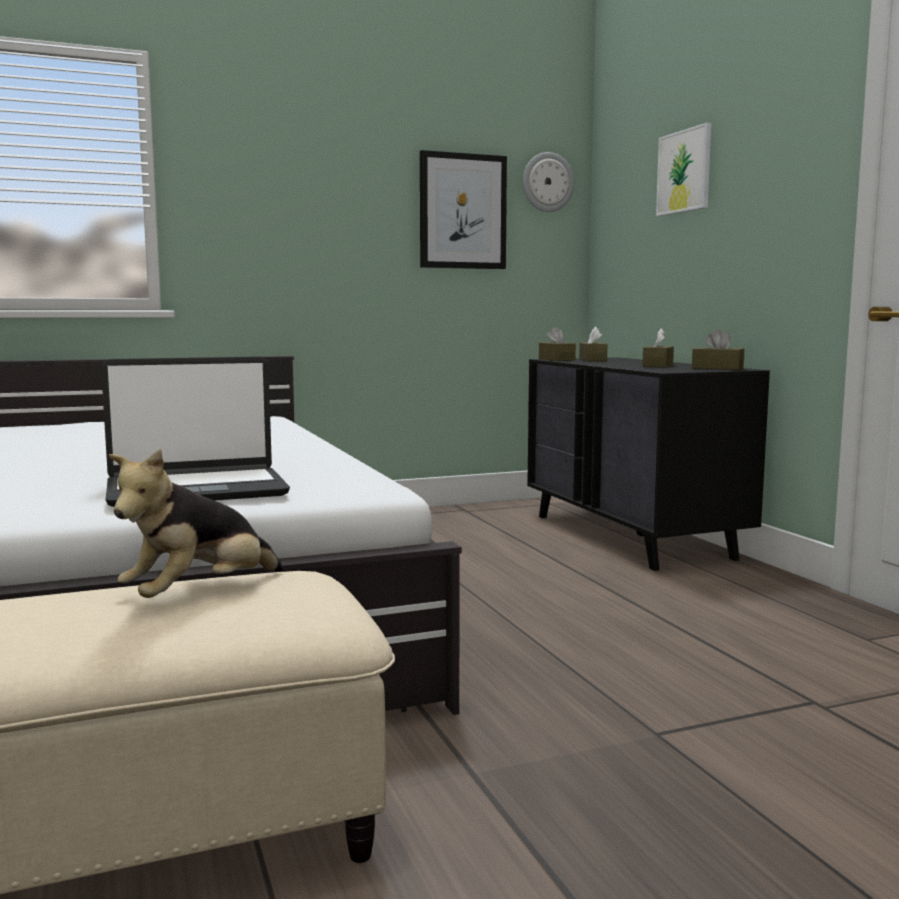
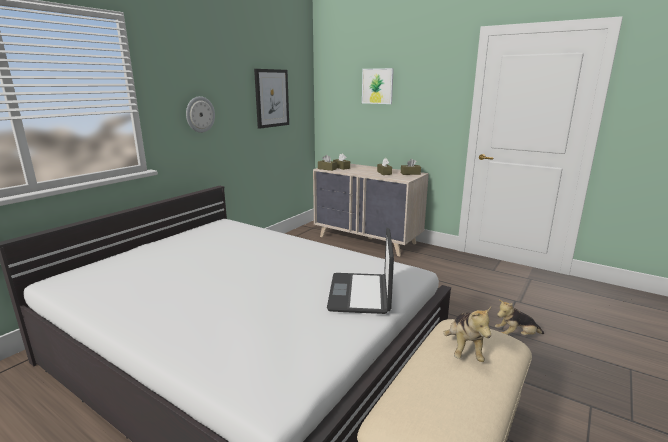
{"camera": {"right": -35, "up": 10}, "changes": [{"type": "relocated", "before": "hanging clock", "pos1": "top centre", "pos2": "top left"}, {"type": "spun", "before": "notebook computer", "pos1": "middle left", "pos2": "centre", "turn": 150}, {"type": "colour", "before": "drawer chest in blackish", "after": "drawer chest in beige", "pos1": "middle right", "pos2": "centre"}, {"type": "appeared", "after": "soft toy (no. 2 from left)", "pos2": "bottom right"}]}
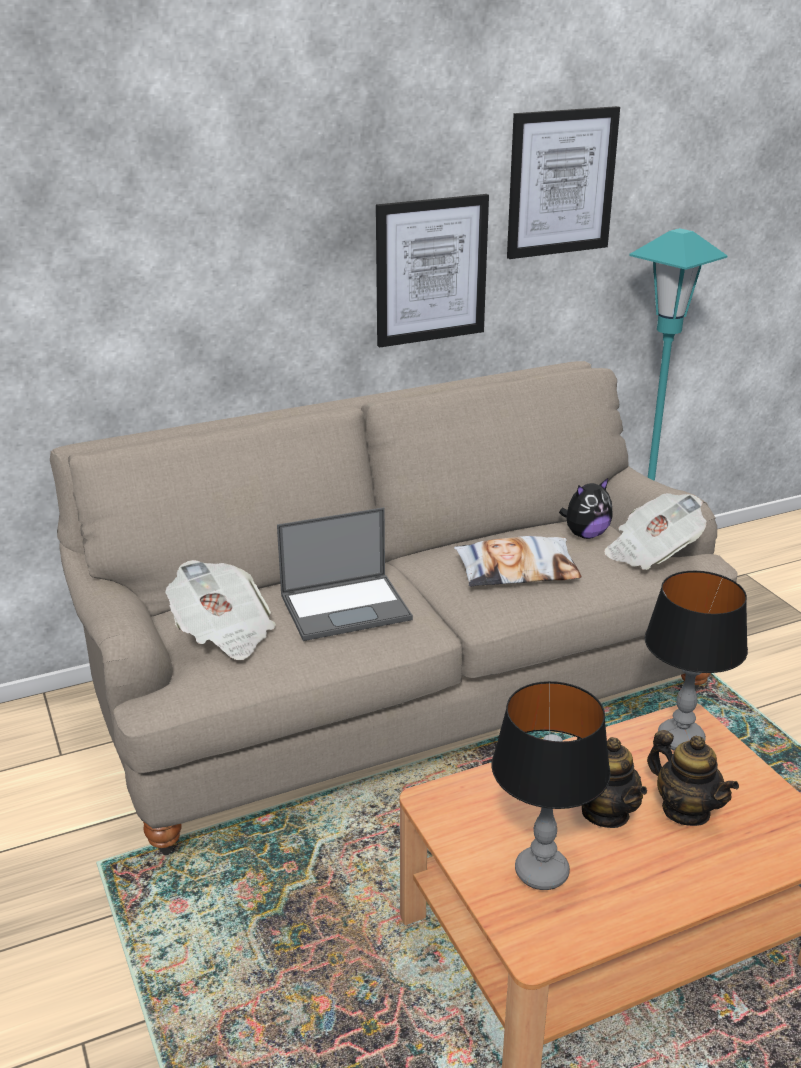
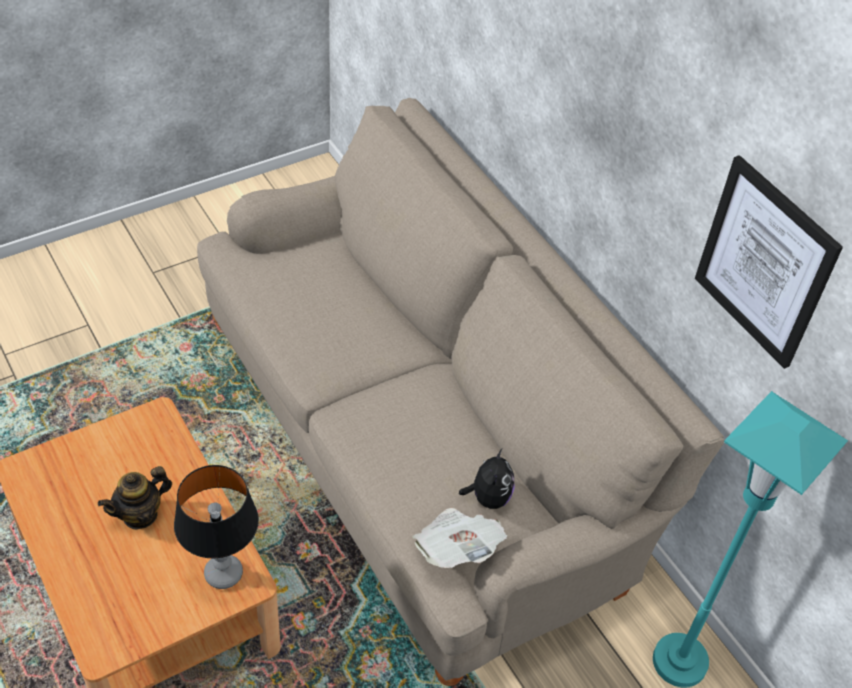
{"camera": {"right": 80, "up": 20}, "changes": [{"type": "missing", "before": "wall picture (no. 1 from left)", "pos1": "top centre"}, {"type": "spun", "before": "soft toy", "pos1": "middle right", "pos2": "bottom centre", "turn": -135}, {"type": "missing", "before": "notebook computer", "pos1": "centre"}, {"type": "missing", "before": "cushion", "pos1": "centre"}, {"type": "missing", "before": "daily paper (no. 1 from left)", "pos1": "middle left"}, {"type": "missing", "before": "tabletop lamp (no. 1 from left)", "pos1": "bottom right"}, {"type": "missing", "before": "pot for tea (no. 2 from left)", "pos1": "bottom right"}]}
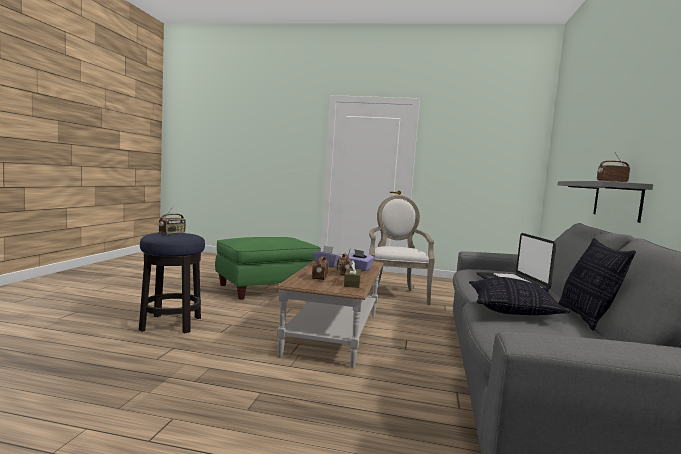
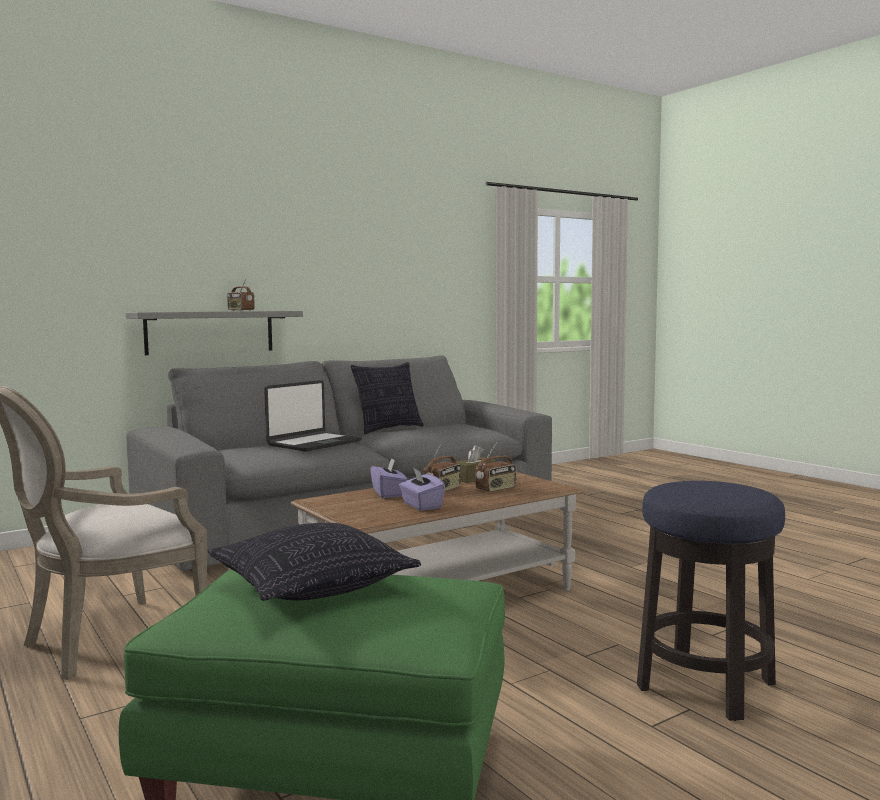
{"camera": {"right": -135, "up": 0}, "changes": [{"type": "missing", "before": "radio receiver (no. 1 from left)", "pos1": "middle left"}, {"type": "relocated", "before": "cushion (no. 1 from left)", "pos1": "middle right", "pos2": "bottom centre"}]}
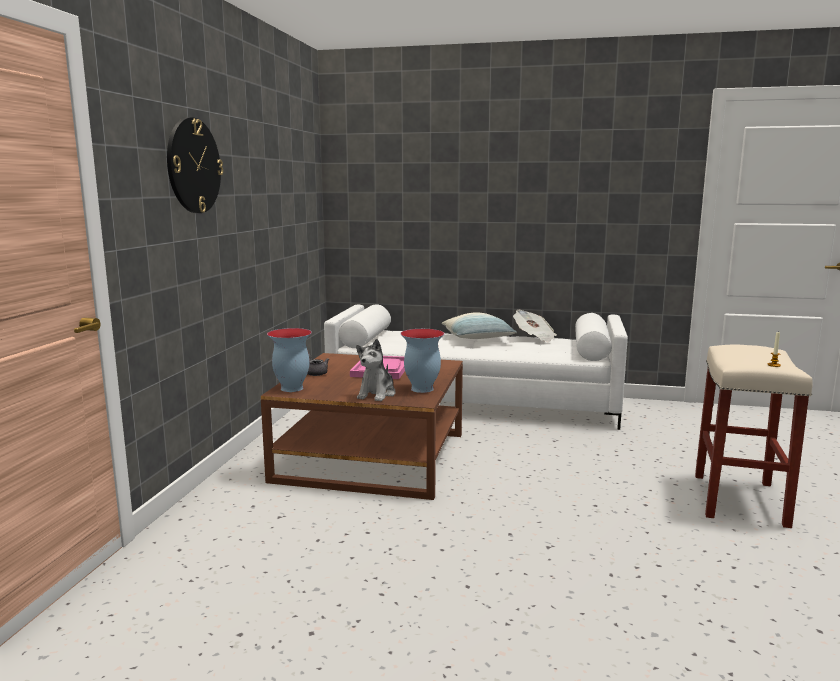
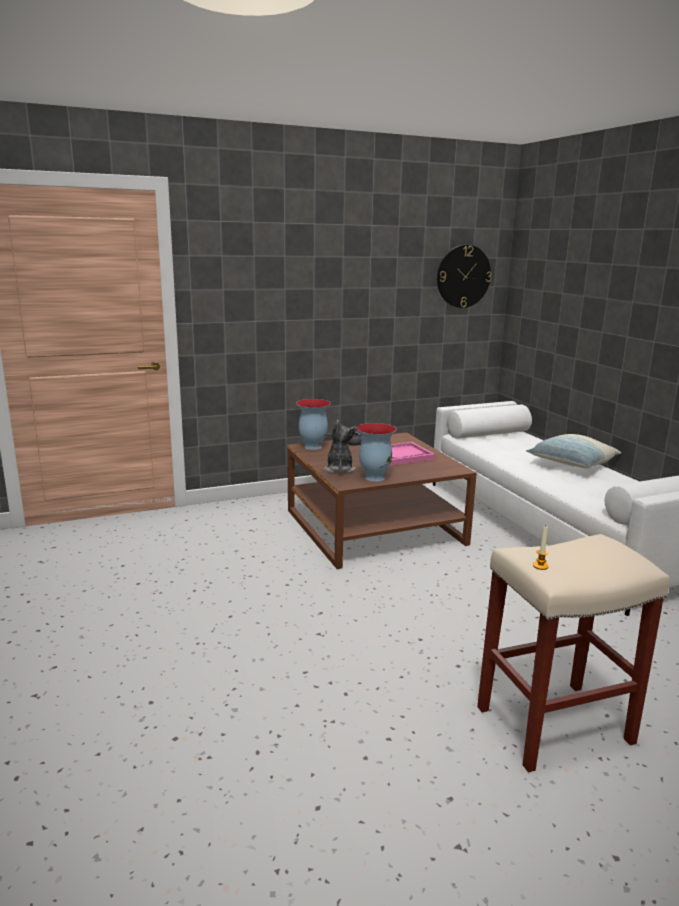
{"camera": {"right": 55, "up": 5}, "changes": [{"type": "relocated", "before": "hanging clock", "pos1": "top left", "pos2": "top right"}, {"type": "missing", "before": "daily paper", "pos1": "centre"}, {"type": "spun", "before": "soft toy", "pos1": "centre", "pos2": "centre", "turn": 105}]}
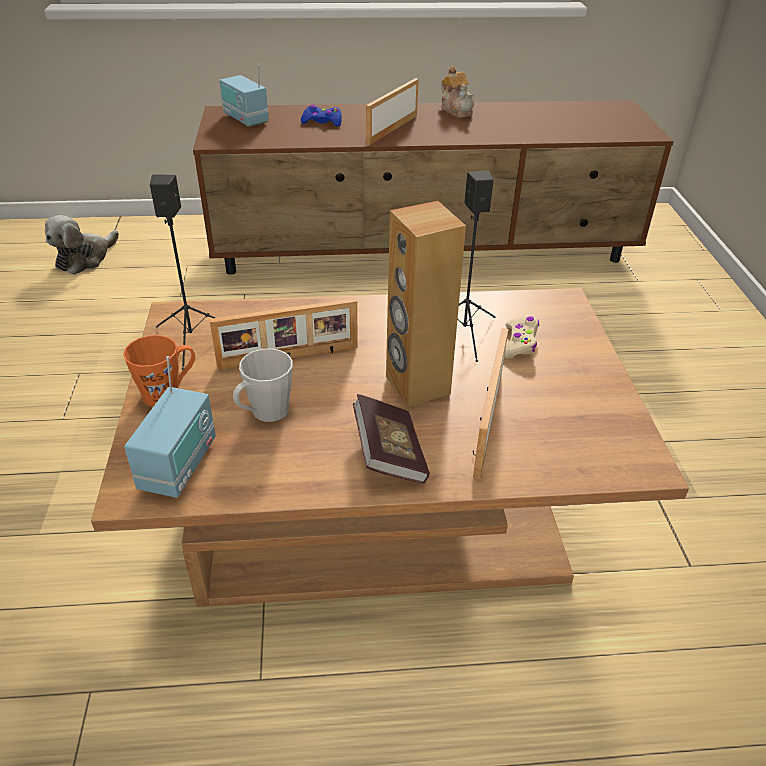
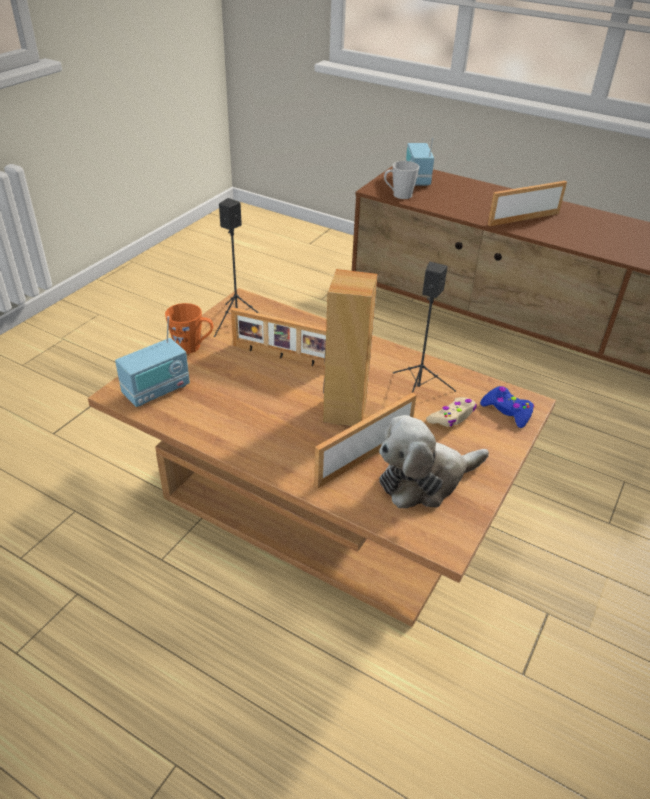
{"camera": {"right": 35, "up": 0}, "changes": [{"type": "missing", "before": "pot for tea", "pos1": "top centre"}, {"type": "relocated", "before": "game controller in blue", "pos1": "top centre", "pos2": "middle right"}, {"type": "relocated", "before": "soft toy", "pos1": "top left", "pos2": "middle right"}, {"type": "relocated", "before": "mug in gray", "pos1": "centre", "pos2": "top centre"}, {"type": "missing", "before": "volume", "pos1": "centre"}]}
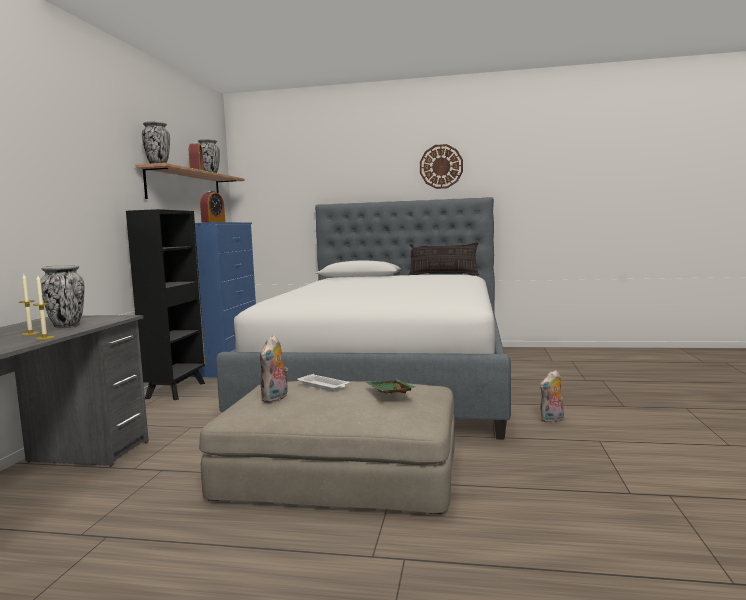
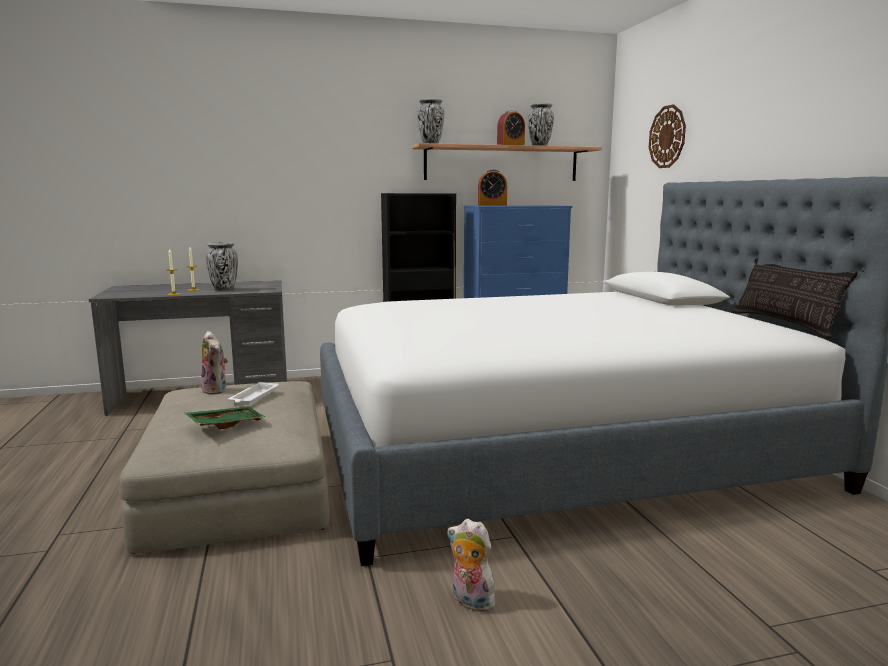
{"camera": {"right": 65, "up": 5}, "changes": [{"type": "relocated", "before": "hanging clock", "pos1": "top centre", "pos2": "top right"}, {"type": "spun", "before": "soft toy (no. 1 from left)", "pos1": "centre", "pos2": "middle left", "turn": -120}]}
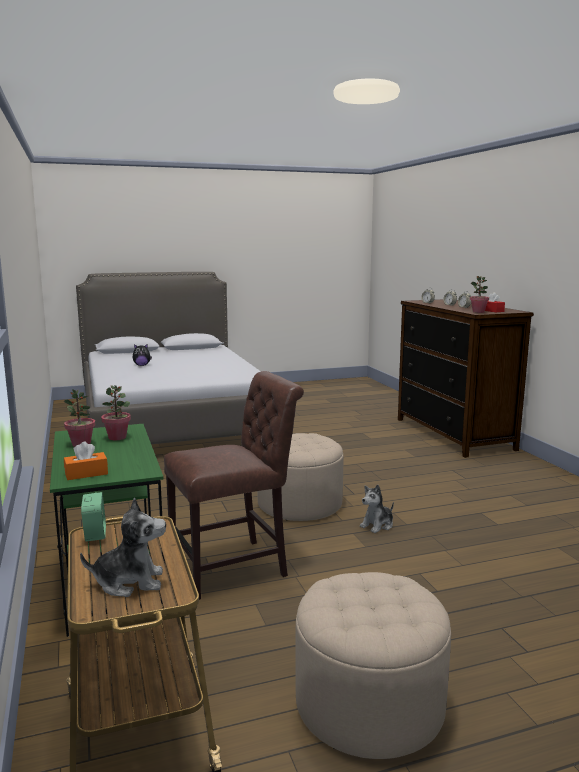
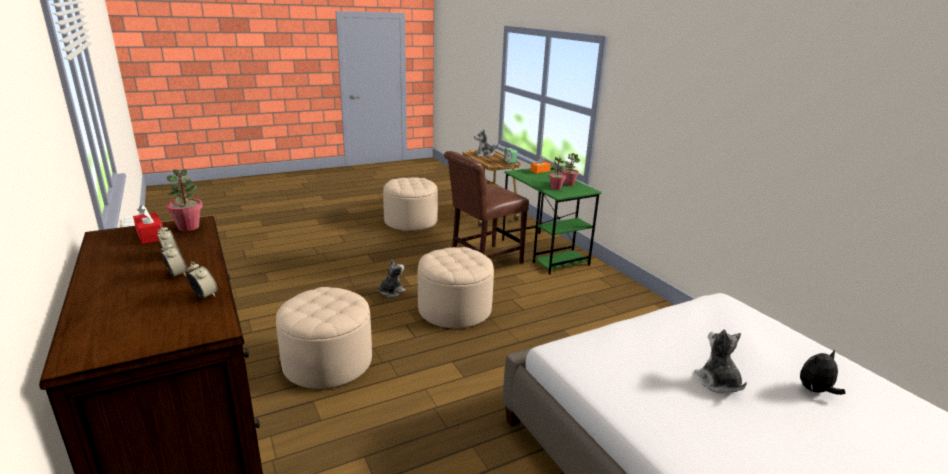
{"camera": {"right": 170, "up": 10}, "changes": [{"type": "appeared", "after": "pouffe in beige (no. 1 from left)", "pos2": "bottom centre"}, {"type": "appeared", "after": "soft toy (no. 3 from left)", "pos2": "bottom right"}]}
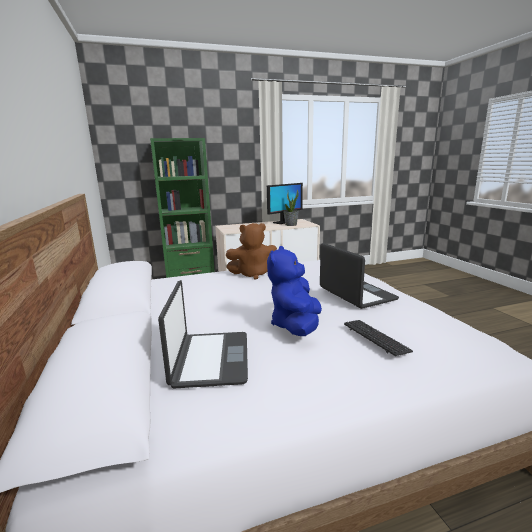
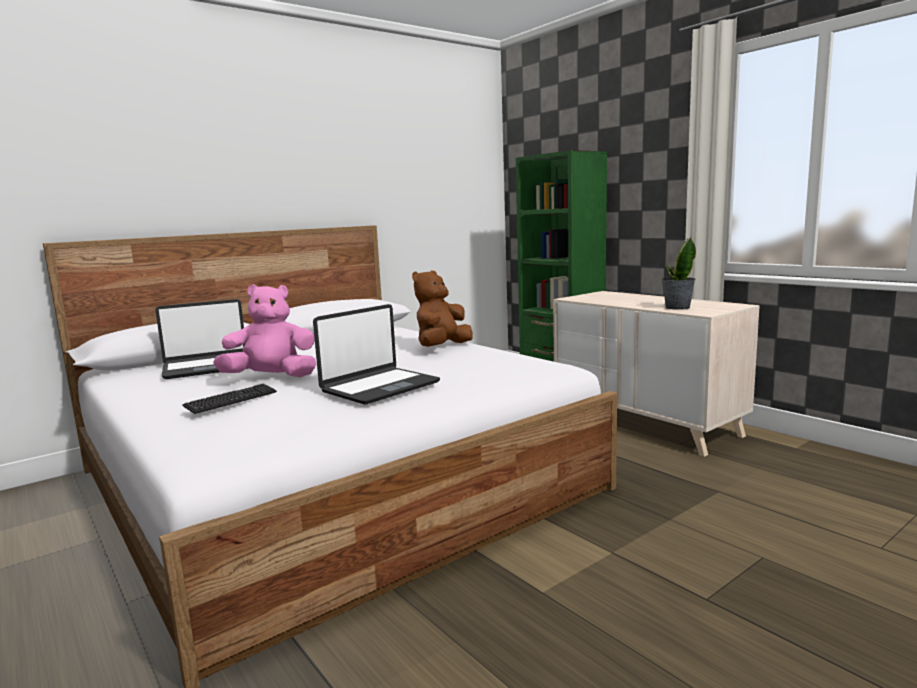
{"camera": {"right": 70, "up": -5}, "changes": [{"type": "missing", "before": "computer screen", "pos1": "centre"}, {"type": "spun", "before": "soft toy in brown", "pos1": "centre", "pos2": "centre", "turn": 60}, {"type": "colour", "before": "soft toy in blue", "after": "soft toy in pink", "pos1": "centre", "pos2": "middle left"}]}
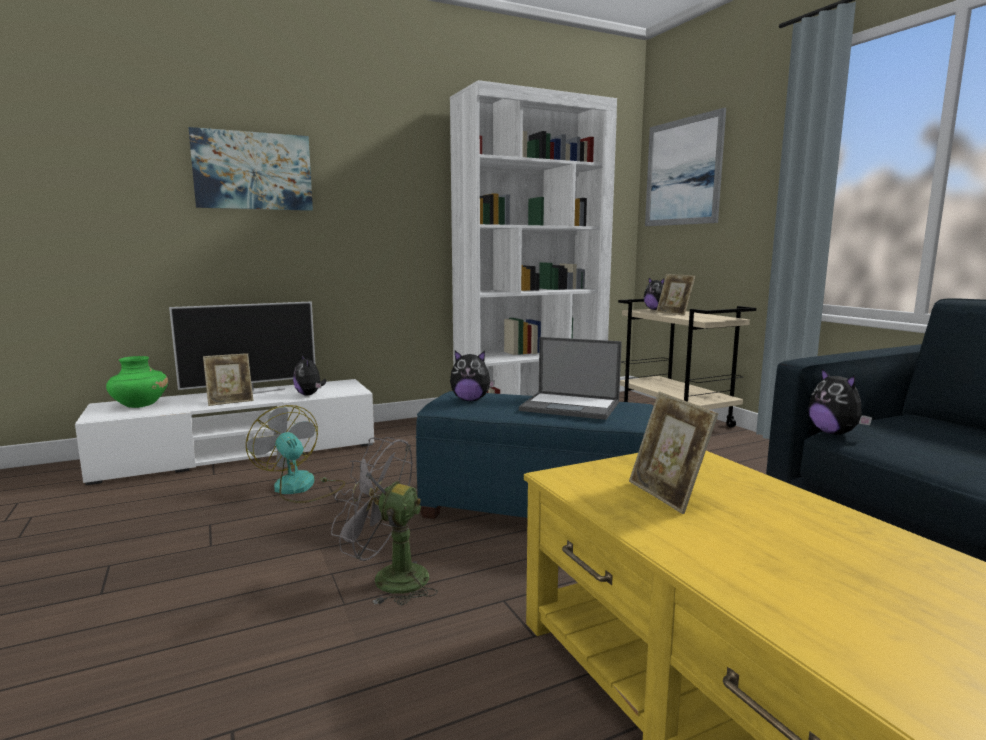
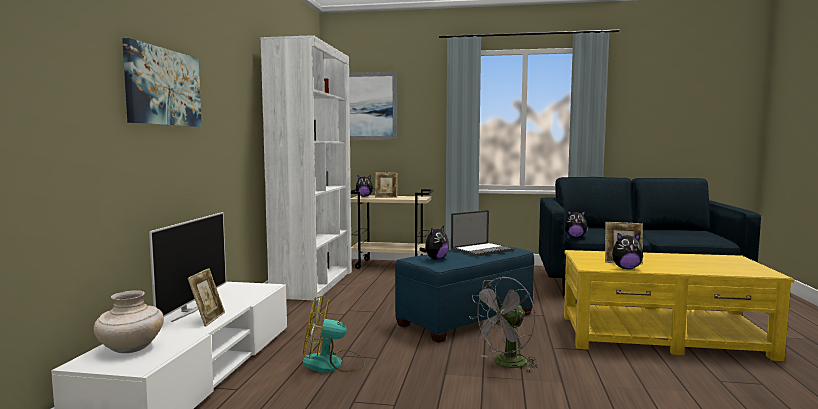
{"camera": {"right": -55, "up": -5}, "changes": [{"type": "colour", "before": "flower vase in green", "after": "flower vase in beige", "pos1": "middle left", "pos2": "bottom left"}, {"type": "relocated", "before": "soft toy (no. 1 from left in the first image)", "after": "soft toy (no. 4 from left)", "pos1": "middle left", "pos2": "middle right"}]}
